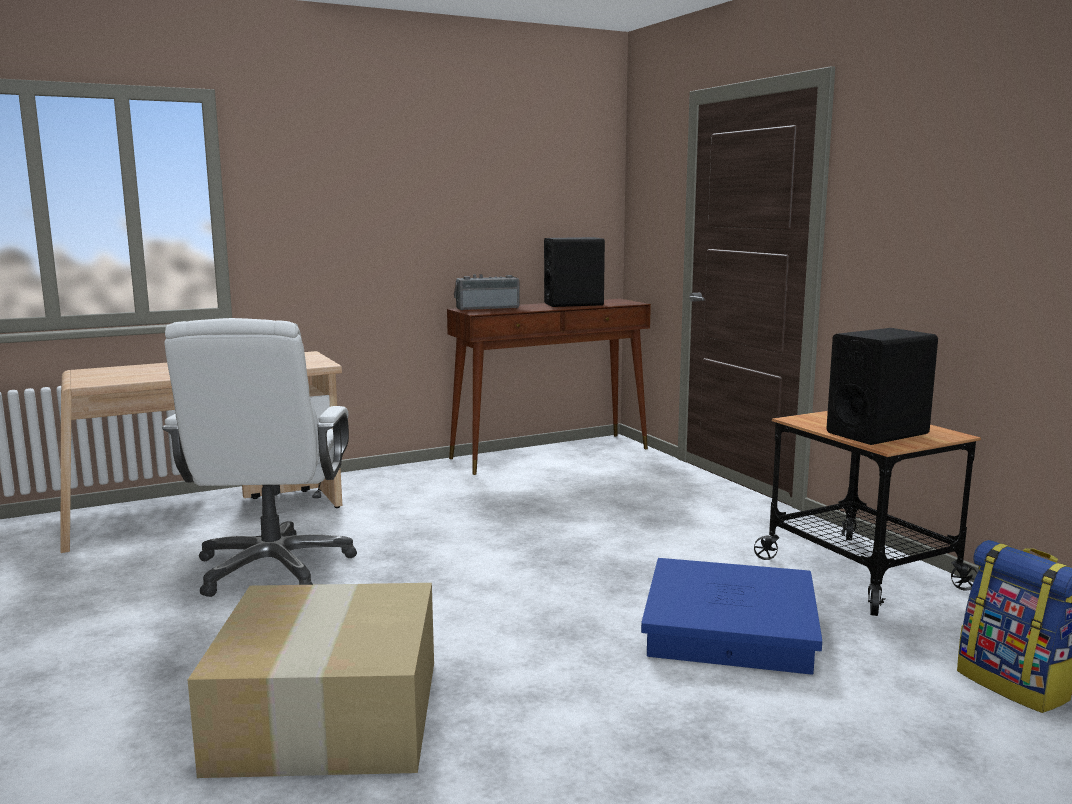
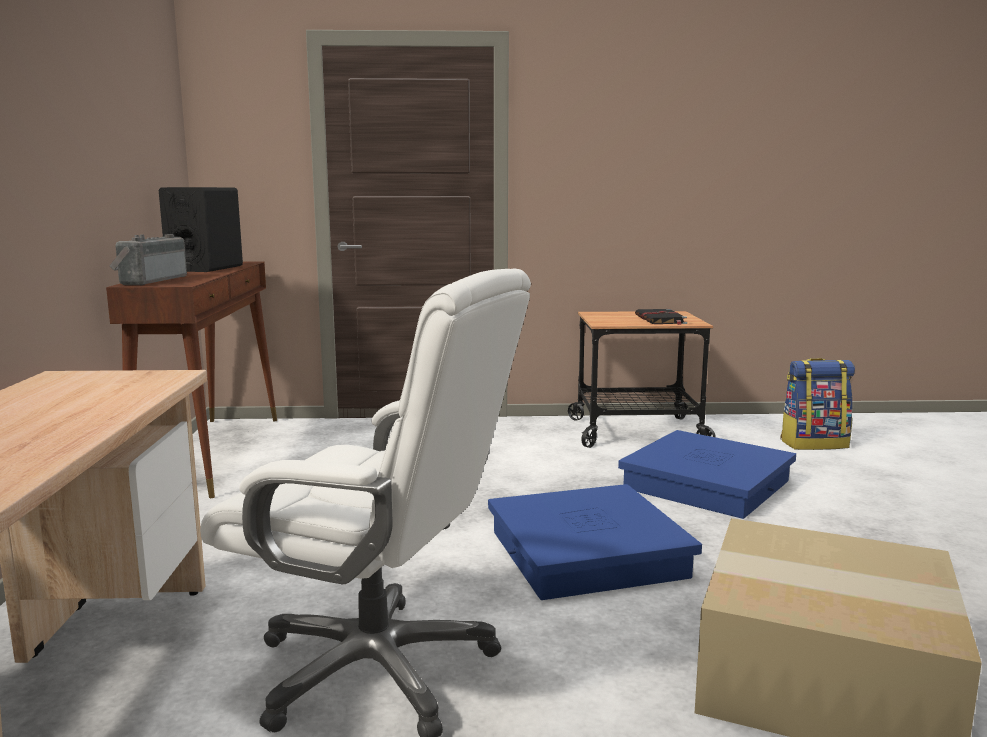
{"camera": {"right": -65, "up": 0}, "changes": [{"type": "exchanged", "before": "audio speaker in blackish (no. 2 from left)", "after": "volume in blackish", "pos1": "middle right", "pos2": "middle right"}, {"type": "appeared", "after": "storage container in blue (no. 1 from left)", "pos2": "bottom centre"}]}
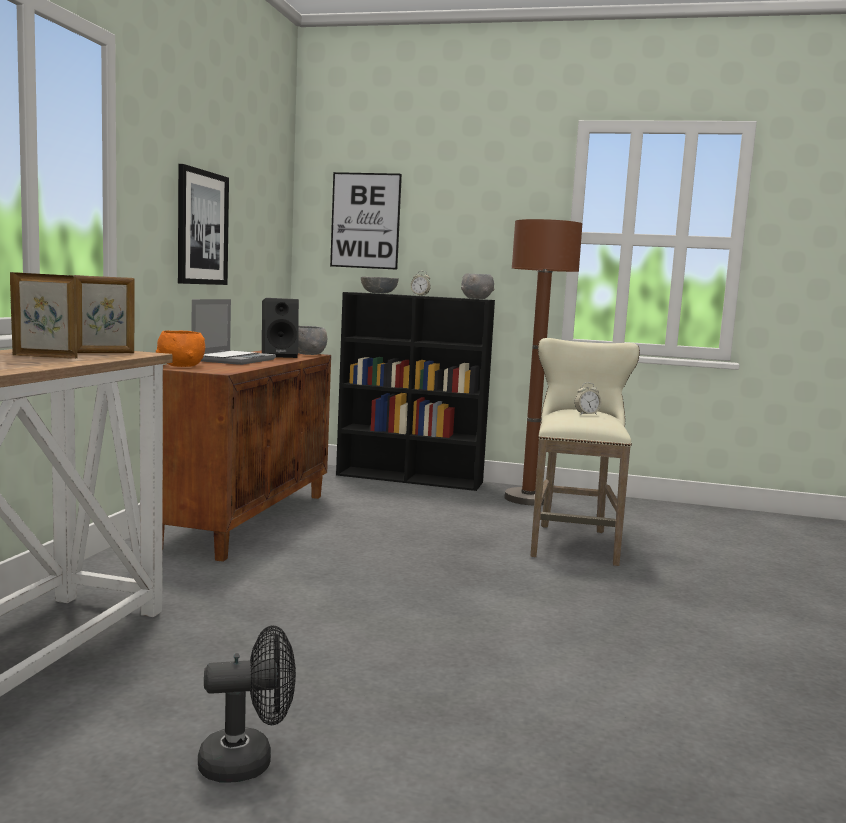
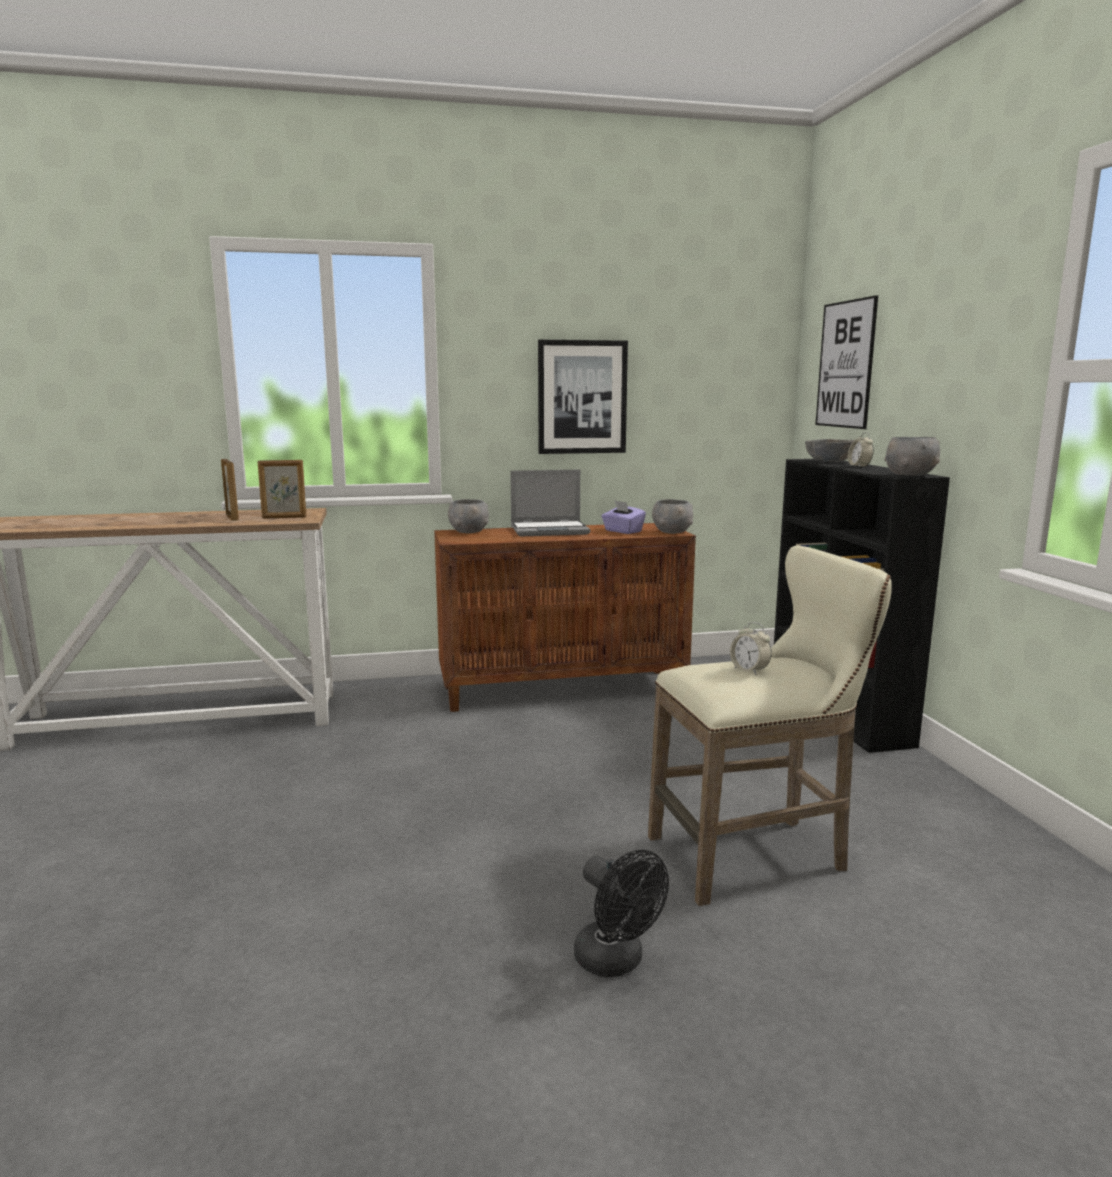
{"camera": {"right": 65, "up": 5}, "changes": [{"type": "missing", "before": "standard lamp in brown", "pos1": "centre"}, {"type": "spun", "before": "standing frame (no. 2 from left)", "pos1": "middle left", "pos2": "middle left", "turn": -45}, {"type": "exchanged", "before": "audio speaker in blackish", "after": "tissue holder in purple-coloured", "pos1": "middle left", "pos2": "centre"}, {"type": "colour", "before": "serving bowl in orange", "after": "serving bowl in gray (no. 1 from left)", "pos1": "middle left", "pos2": "centre"}, {"type": "relocated", "before": "cooling fan in blackish", "pos1": "bottom left", "pos2": "bottom centre"}]}
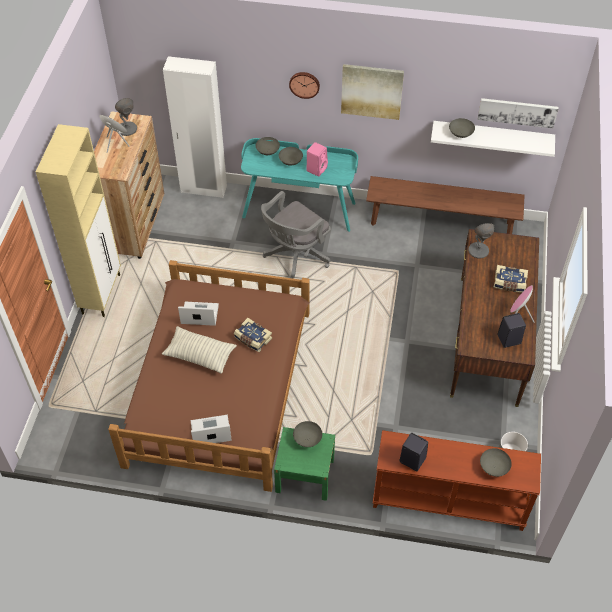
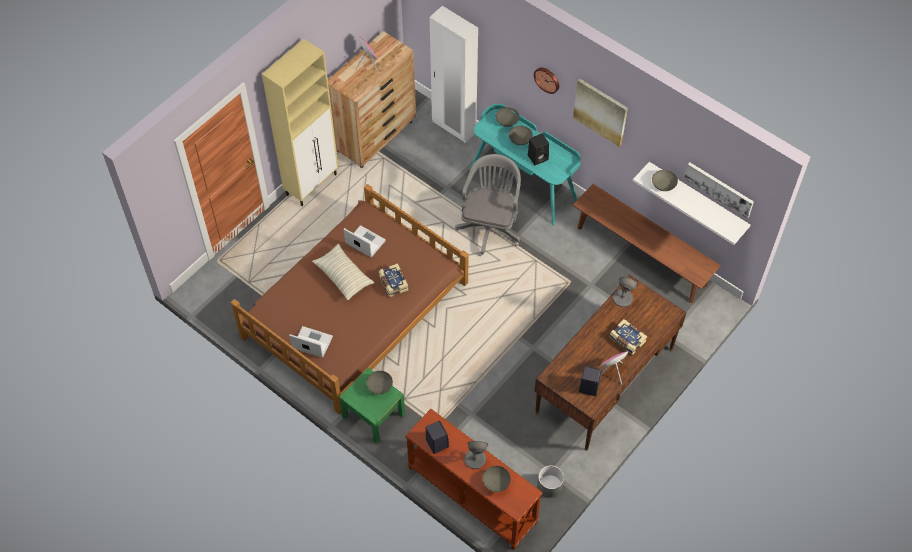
{"camera": {"right": 30, "up": 5}, "changes": [{"type": "relocated", "before": "tabletop lamp in gray (no. 1 from left)", "pos1": "top left", "pos2": "bottom centre"}, {"type": "colour", "before": "audio speaker in pink (no. 2 from left)", "after": "audio speaker in blackish (no. 2 from left)", "pos1": "top centre", "pos2": "top centre"}, {"type": "spun", "before": "desk chair in gray", "pos1": "centre", "pos2": "centre", "turn": 120}]}
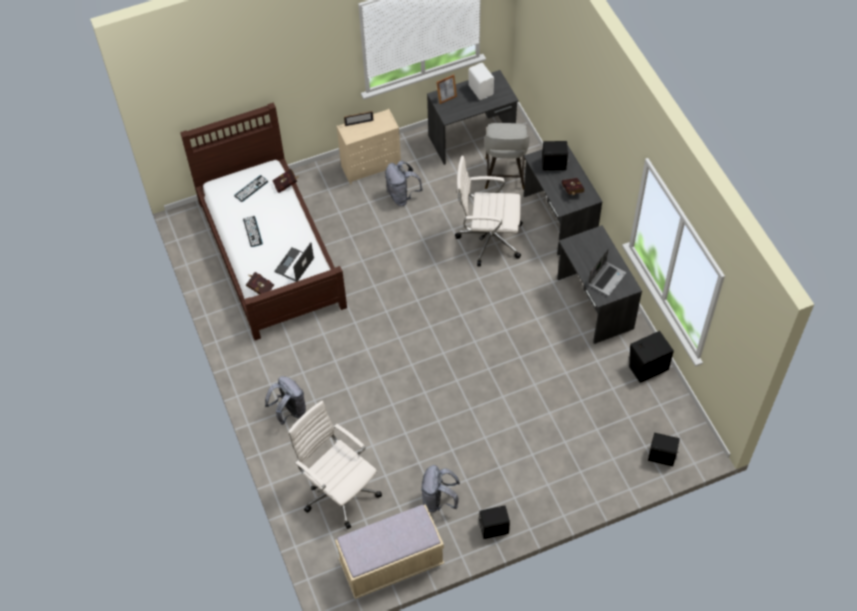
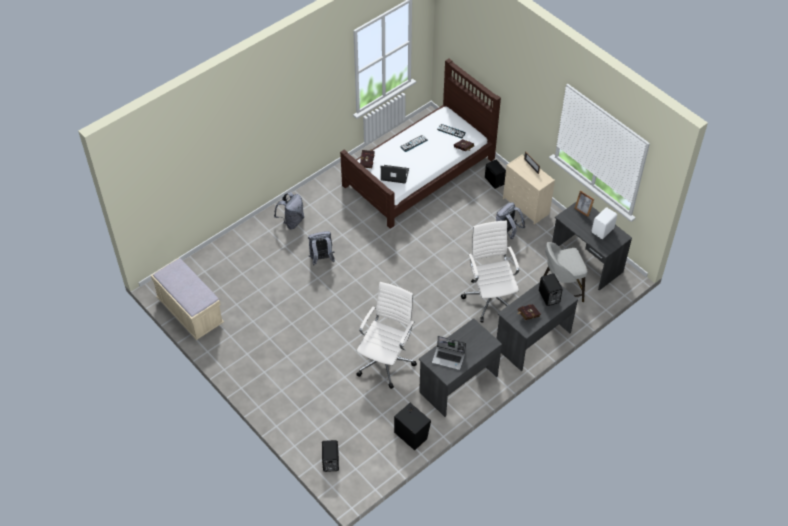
{"camera": {"right": 70, "up": -5}, "changes": [{"type": "relocated", "before": "desk chair in whitish (no. 1 from left)", "pos1": "bottom centre", "pos2": "centre"}, {"type": "relocated", "before": "rucksack in gray (no. 3 from left in the first image)", "after": "rucksack in gray (no. 2 from left)", "pos1": "bottom centre", "pos2": "centre"}, {"type": "relocated", "before": "audio speaker in blackish (no. 1 from left in the first image)", "after": "audio speaker in blackish (no. 3 from left)", "pos1": "bottom centre", "pos2": "top centre"}]}
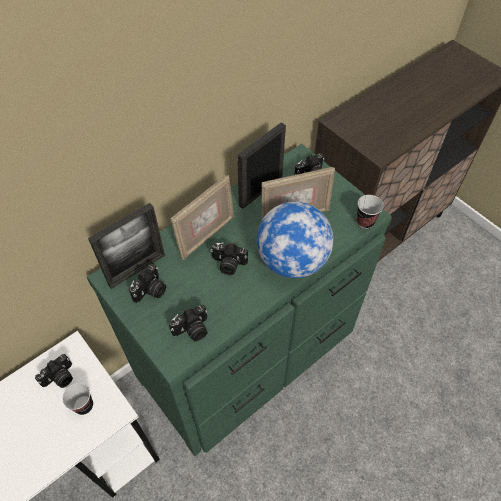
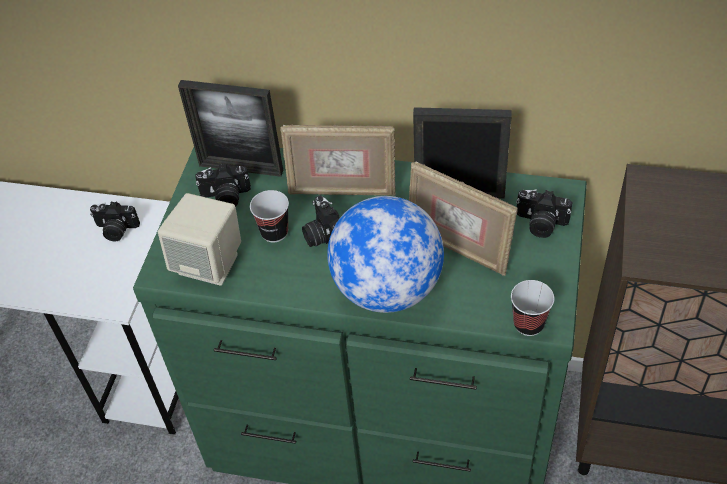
{"camera": {"right": 55, "up": -5}, "changes": [{"type": "exchanged", "before": "still camera (no. 3 from left)", "after": "audio speaker in beige", "pos1": "centre", "pos2": "middle left"}, {"type": "relocated", "before": "drinking cup (no. 1 from left)", "pos1": "bottom left", "pos2": "centre"}]}
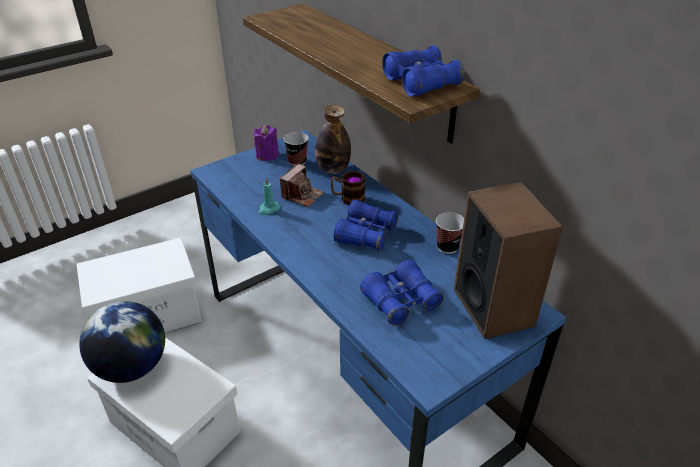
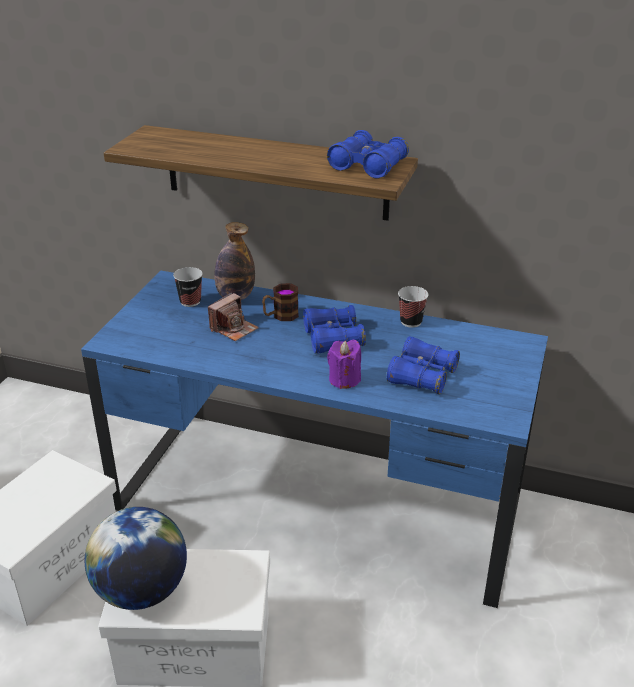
{"camera": {"right": -35, "up": -5}, "changes": [{"type": "relocated", "before": "wax light in purple-coloured", "pos1": "top centre", "pos2": "centre"}, {"type": "spun", "before": "still camera", "pos1": "centre", "pos2": "centre", "turn": 45}, {"type": "missing", "before": "wax light in turquoise-coloured", "pos1": "centre"}, {"type": "missing", "before": "audio speaker", "pos1": "middle right"}]}
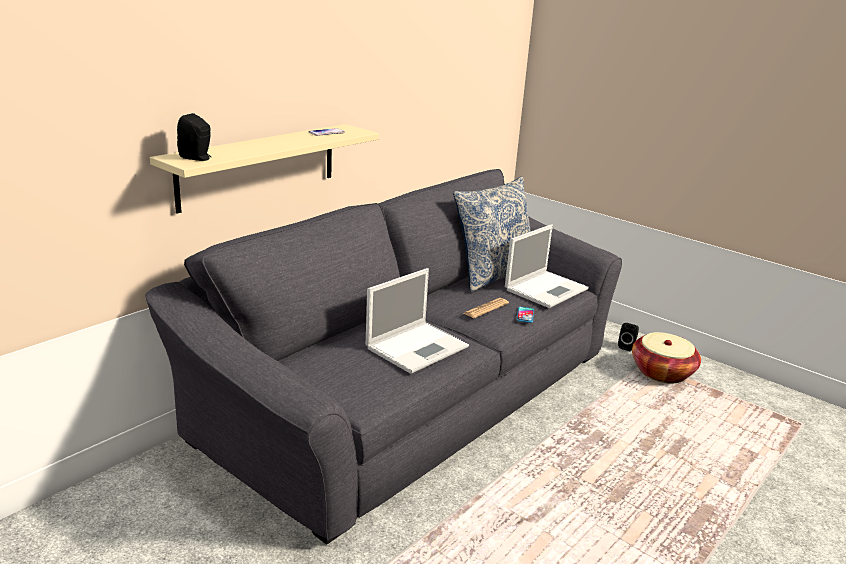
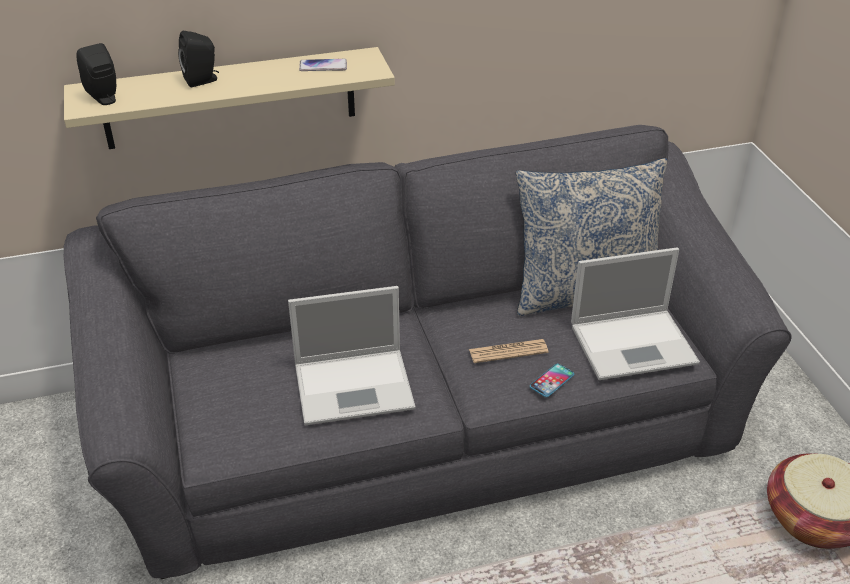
{"camera": {"right": 35, "up": 15}, "changes": [{"type": "relocated", "before": "audio speaker in blackish (no. 2 from left)", "pos1": "middle right", "pos2": "top left"}]}
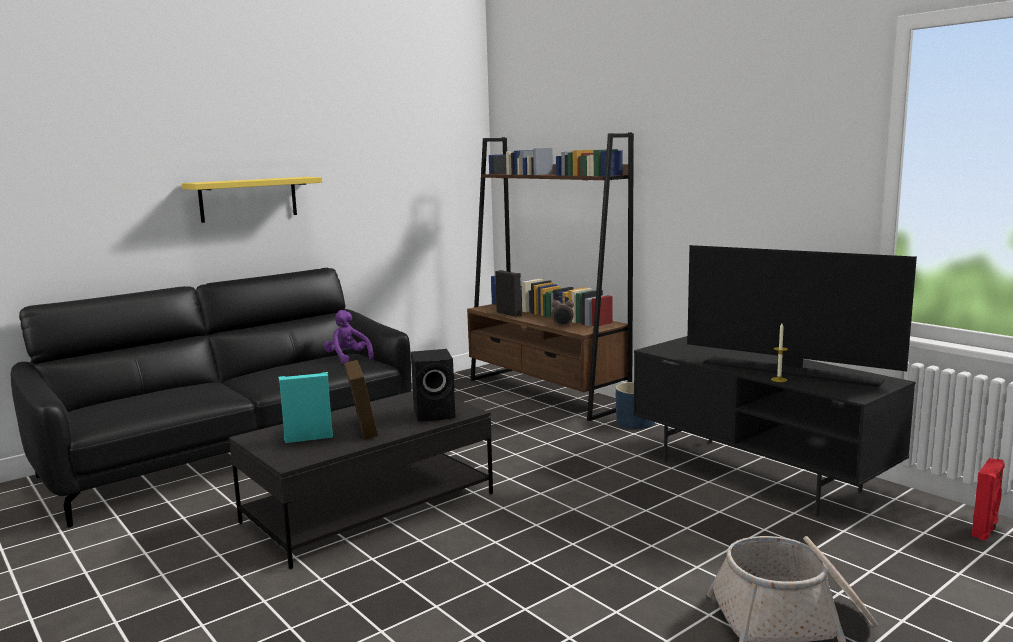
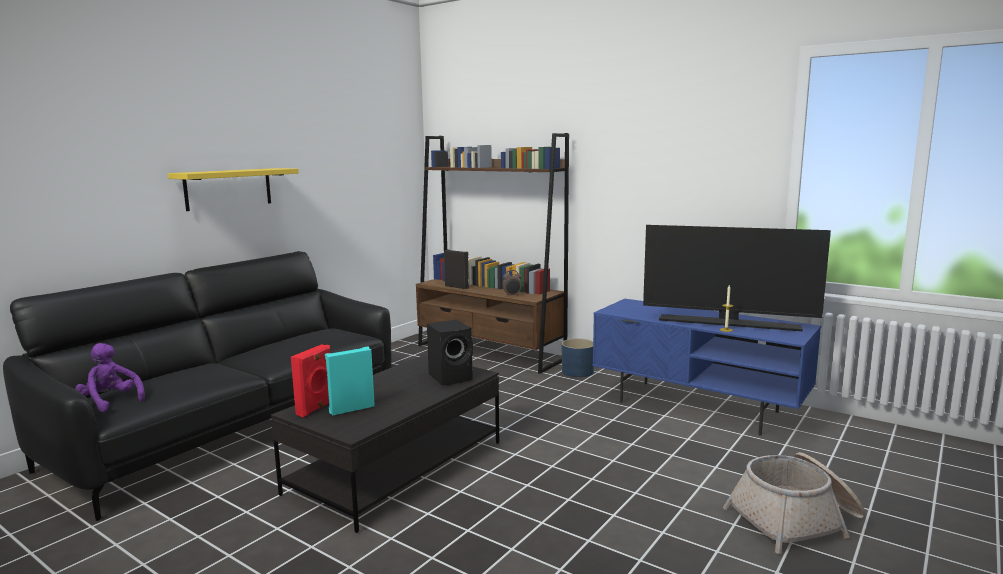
{"camera": {"right": -15, "up": 0}, "changes": [{"type": "relocated", "before": "soft toy in purple-coloured", "pos1": "centre", "pos2": "middle left"}, {"type": "colour", "before": "media console in blackish", "after": "media console in blue", "pos1": "middle right", "pos2": "middle right"}, {"type": "missing", "before": "standing frame", "pos1": "centre"}, {"type": "relocated", "before": "audio speaker in red", "pos1": "bottom right", "pos2": "middle left"}]}
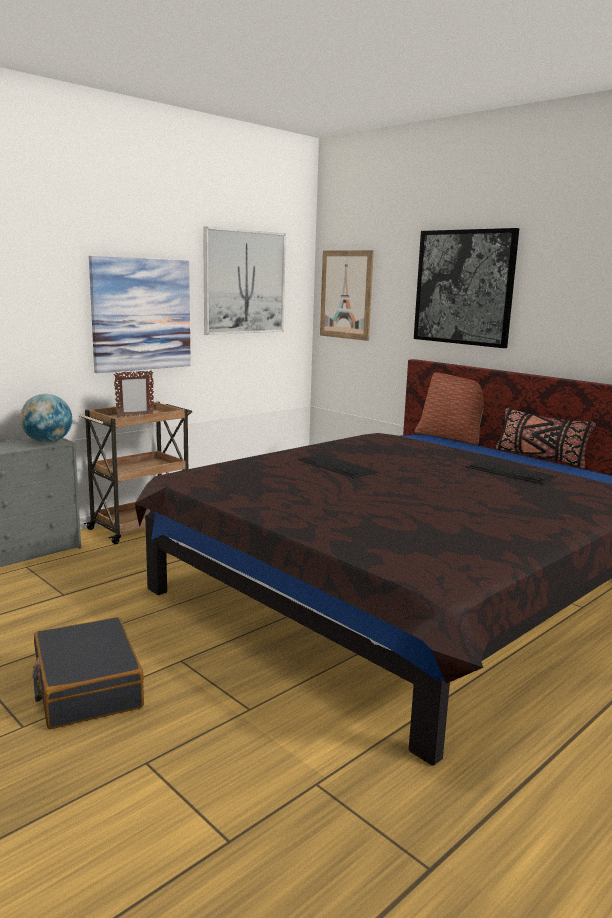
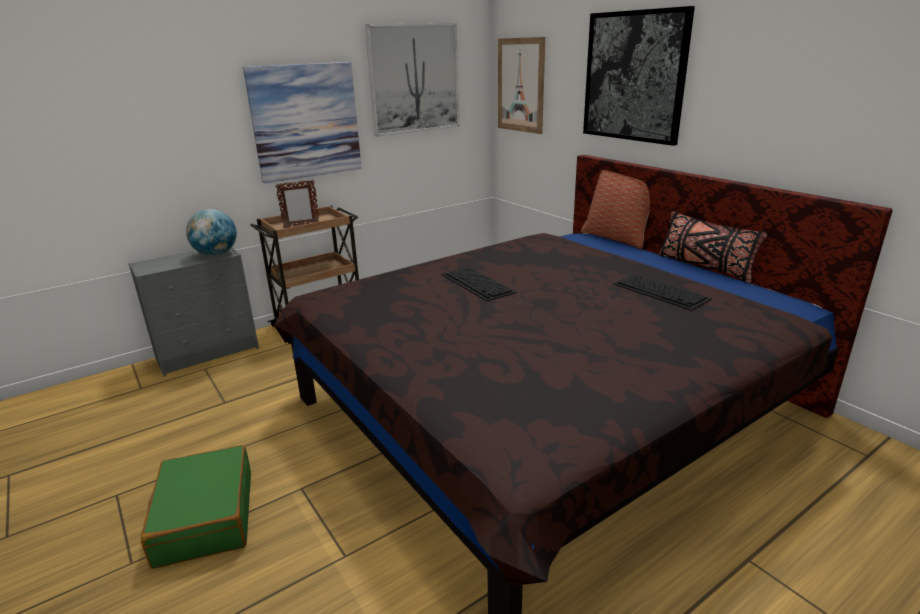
{"camera": {"right": 10, "up": 10}, "changes": [{"type": "colour", "before": "piece of luggage in blackish", "after": "piece of luggage in green", "pos1": "bottom left", "pos2": "bottom left"}]}
